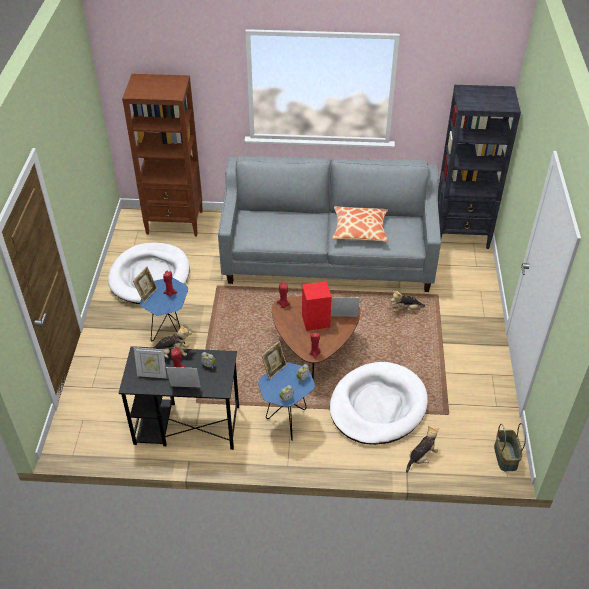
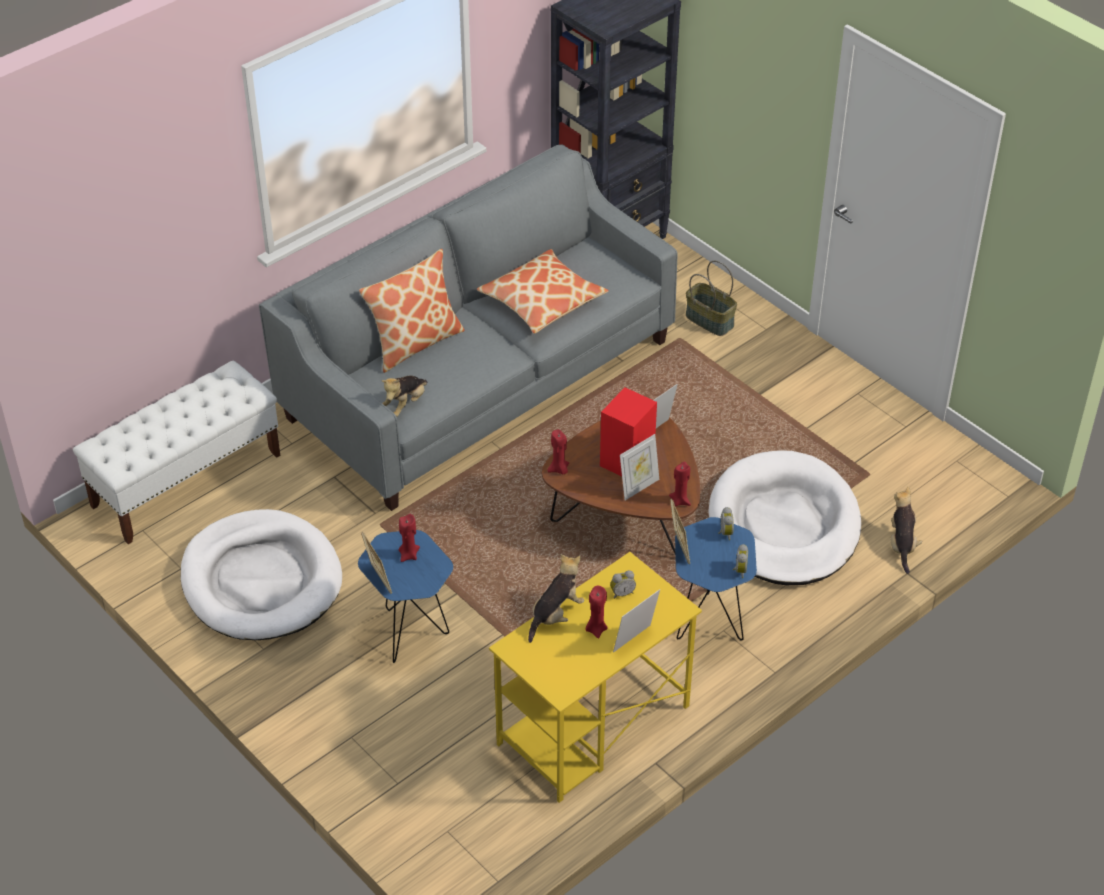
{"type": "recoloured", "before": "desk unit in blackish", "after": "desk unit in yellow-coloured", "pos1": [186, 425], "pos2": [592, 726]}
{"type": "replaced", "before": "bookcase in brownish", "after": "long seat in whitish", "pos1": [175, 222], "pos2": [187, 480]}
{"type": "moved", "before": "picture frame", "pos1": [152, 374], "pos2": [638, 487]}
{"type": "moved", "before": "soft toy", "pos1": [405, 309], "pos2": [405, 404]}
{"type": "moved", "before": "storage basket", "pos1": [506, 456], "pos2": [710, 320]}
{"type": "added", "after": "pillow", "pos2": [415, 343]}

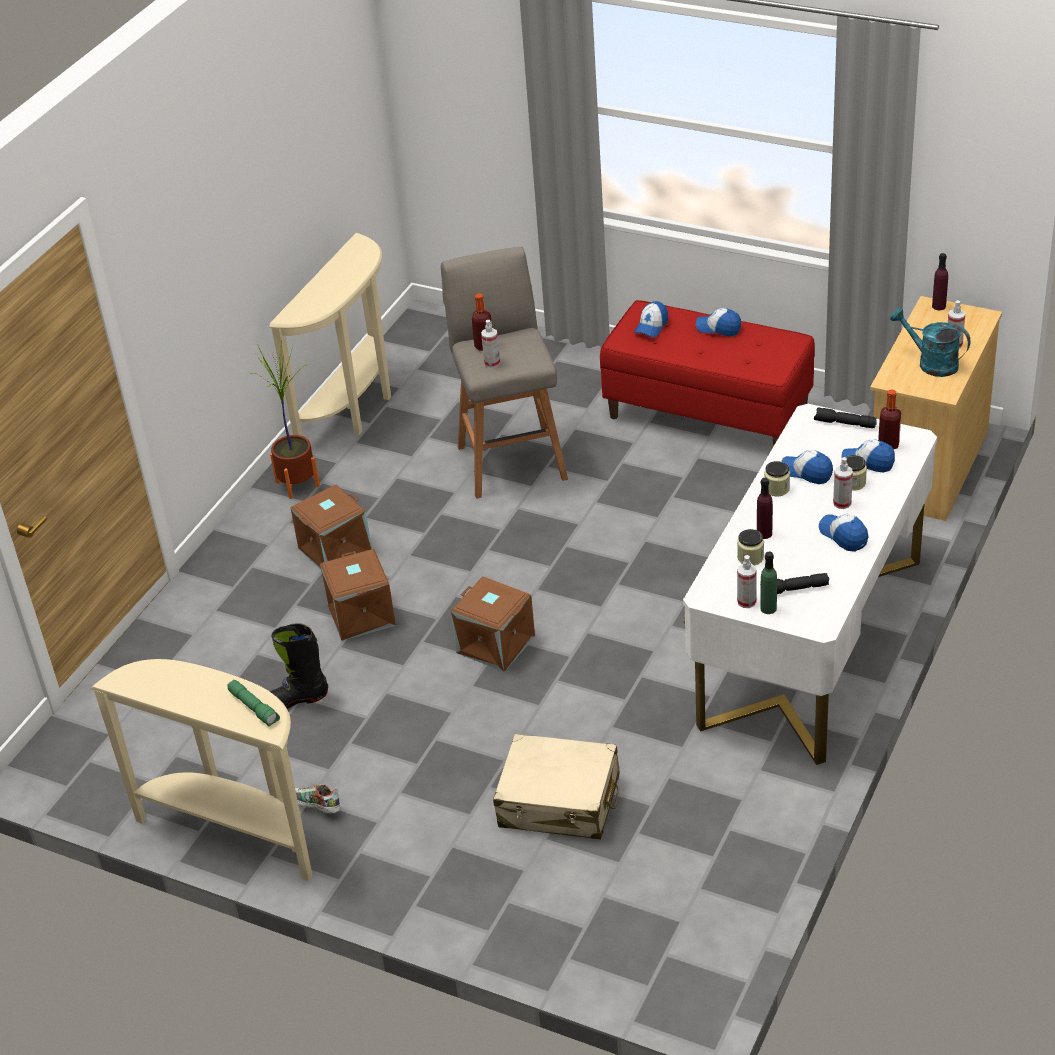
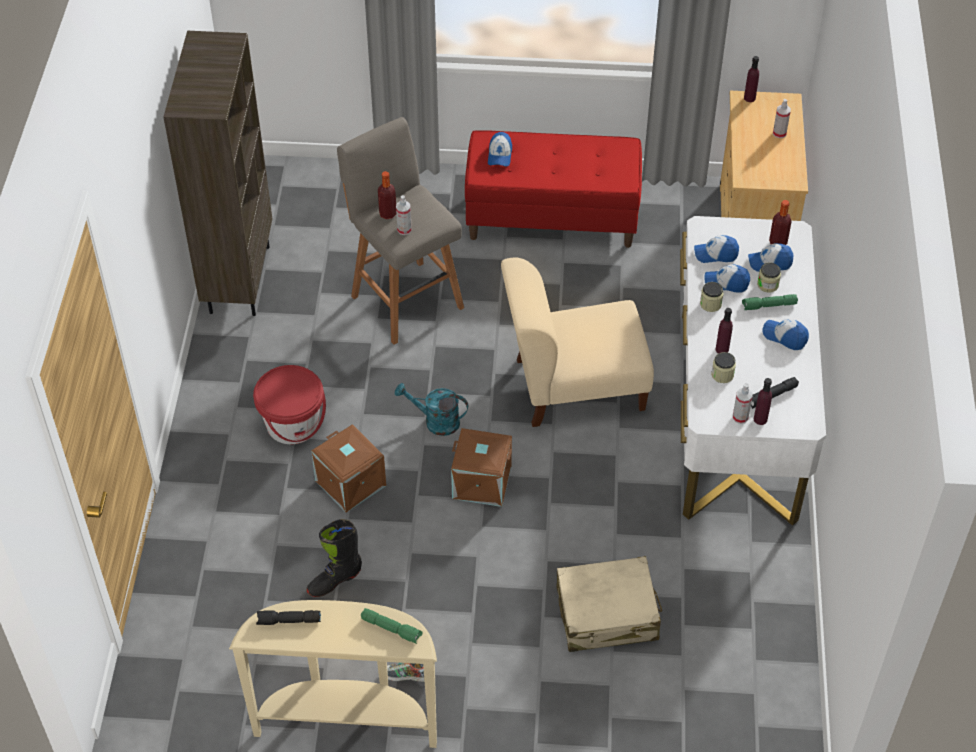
{"type": "removed", "before": "plant in a pot", "pos1": [297, 484]}
{"type": "replaced", "before": "narrow table in sand-coloured", "after": "bookcase in brownish", "pos1": [355, 409], "pos2": [238, 278]}
{"type": "replaced", "before": "storage box in brownish", "after": "water bucket in red", "pos1": [334, 549], "pos2": [293, 424]}
{"type": "moved", "before": "cap", "pos1": [718, 328], "pos2": [715, 254]}
{"type": "recoloured", "before": "bottle in green", "after": "bottle in purplish", "pos1": [768, 608], "pos2": [760, 419]}
{"type": "moved", "before": "torch in blackish", "pos1": [844, 424], "pos2": [288, 621]}
{"type": "replaced", "before": "hand sprayer", "after": "torch in green", "pos1": [842, 503], "pos2": [768, 306]}
{"type": "moved", "before": "watering can in blue-green", "pos1": [931, 363], "pos2": [435, 421]}
{"type": "added", "after": "upright chair in sand-coloured", "pos2": [573, 386]}

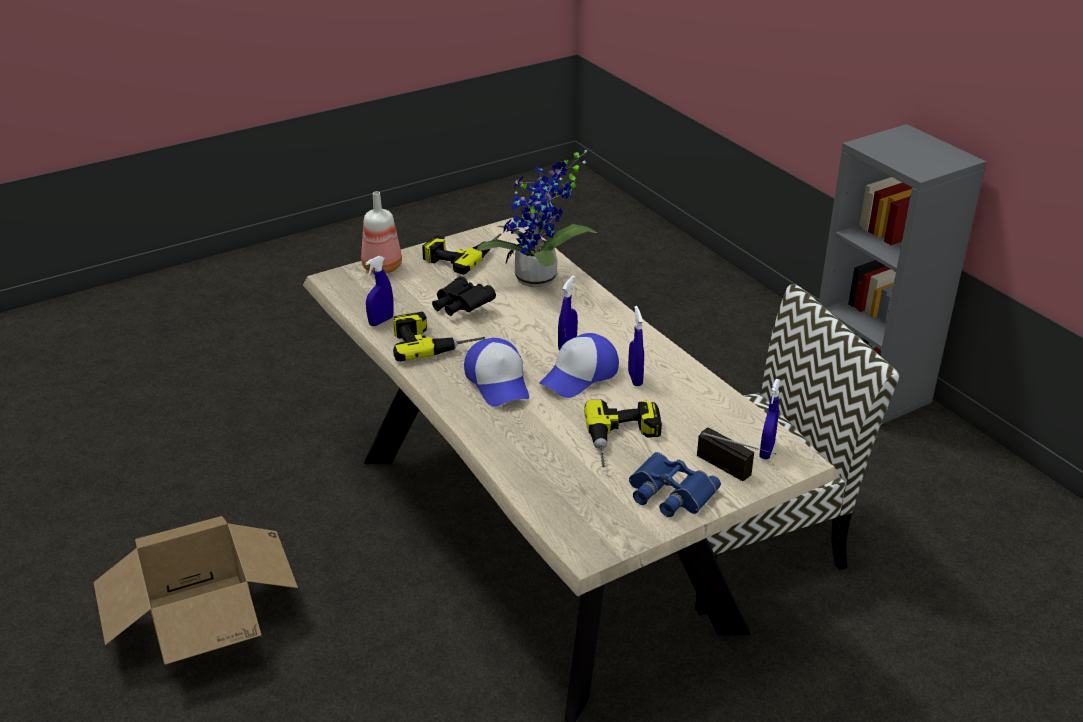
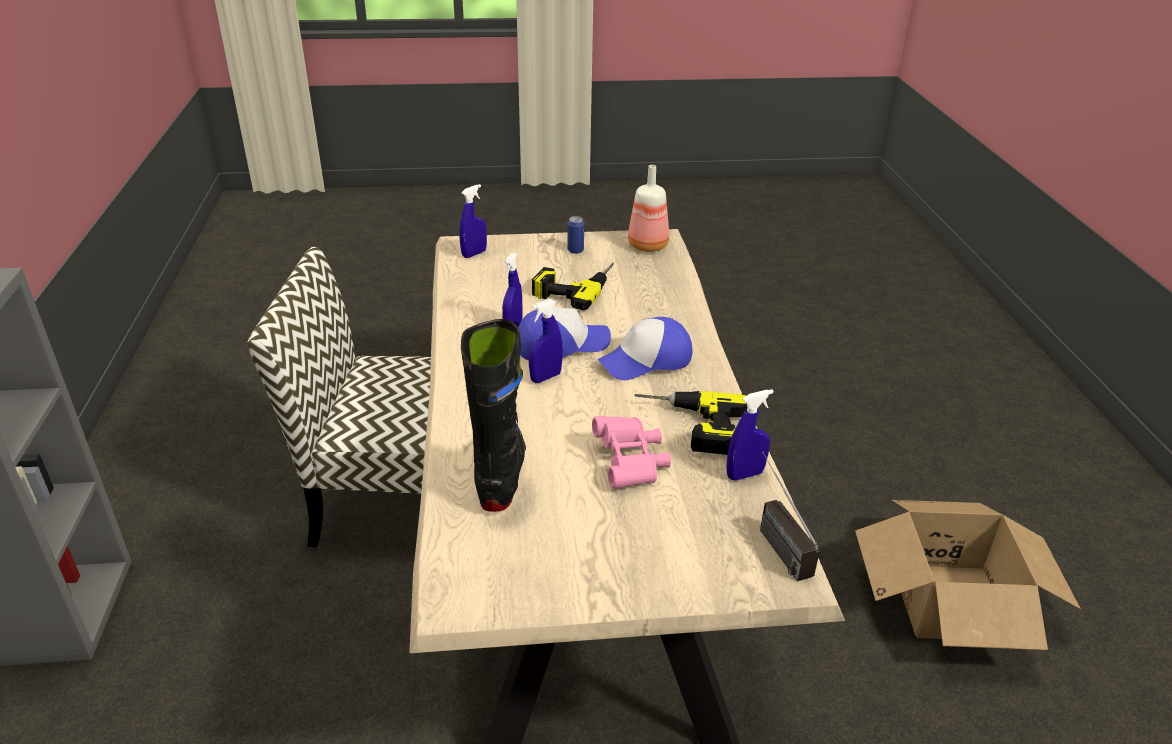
{"type": "moved", "before": "bottle", "pos1": [382, 268], "pos2": [648, 245]}
{"type": "removed", "before": "power drill", "pos1": [462, 253]}
{"type": "recoloured", "before": "binoculars in blackish", "after": "binoculars in pink", "pos1": [461, 307], "pos2": [630, 463]}
{"type": "turned", "before": "cap", "pos1": [498, 382], "pos2": [646, 361], "turn": -120}
{"type": "replaced", "before": "plant in a pot", "after": "high-top boot in blackish", "pos1": [539, 281], "pos2": [501, 473]}
{"type": "replaced", "before": "binoculars in bluish", "after": "can", "pos1": [669, 493], "pos2": [575, 250]}
{"type": "moved", "before": "radio receiver", "pos1": [737, 472], "pos2": [773, 539]}

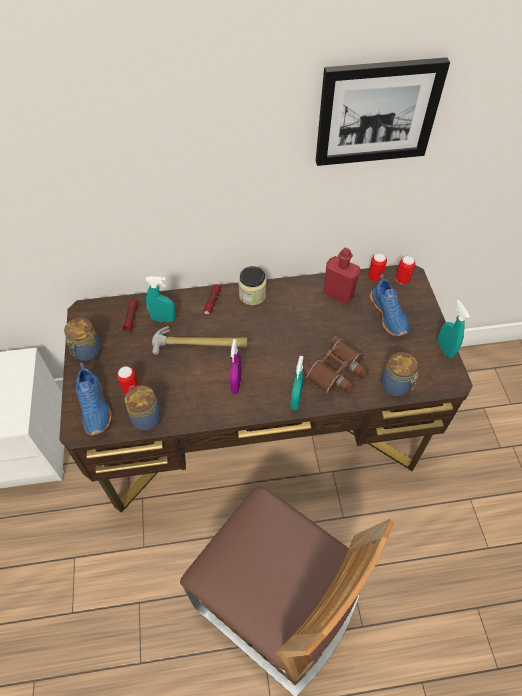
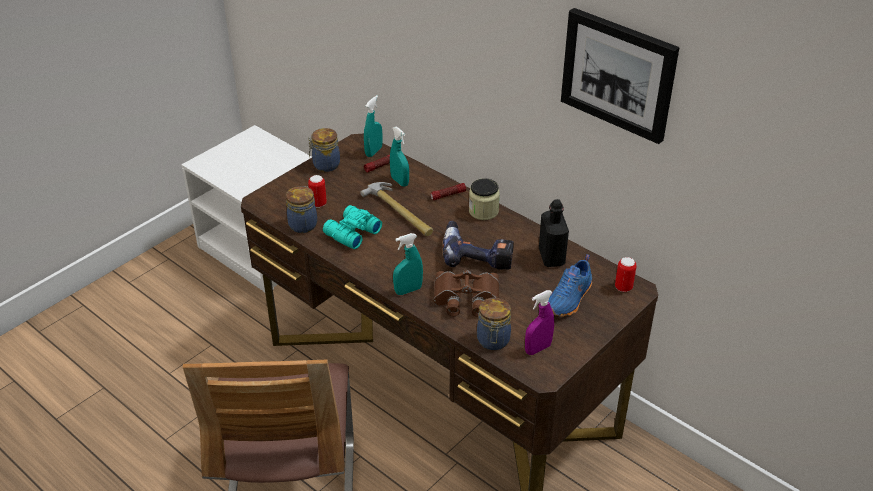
{"type": "removed", "before": "shoe in bluish", "pos1": [95, 407]}
{"type": "moved", "before": "hand sprayer in purplish", "pos1": [236, 384], "pos2": [538, 349]}
{"type": "recoloured", "before": "bottle in red", "after": "bottle in blackish", "pos1": [338, 294], "pos2": [551, 257]}
{"type": "removed", "before": "can", "pos1": [375, 277]}
{"type": "moved", "before": "hand sprayer in blue-green", "pos1": [445, 349], "pos2": [373, 151]}
{"type": "added", "after": "binoculars in blue-green", "pos2": [351, 233]}
{"type": "added", "after": "power drill", "pos2": [477, 254]}

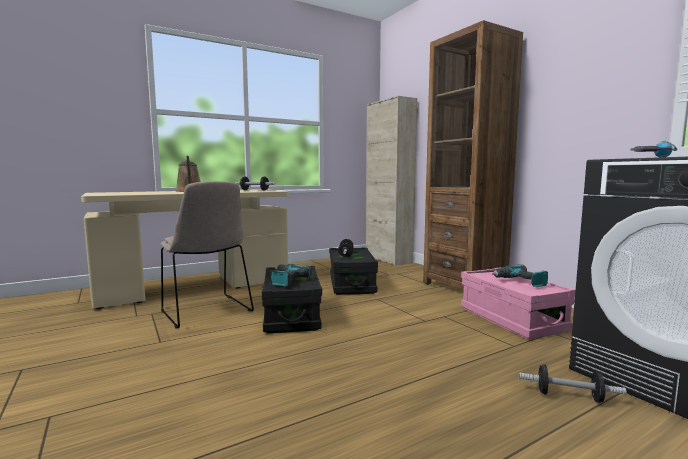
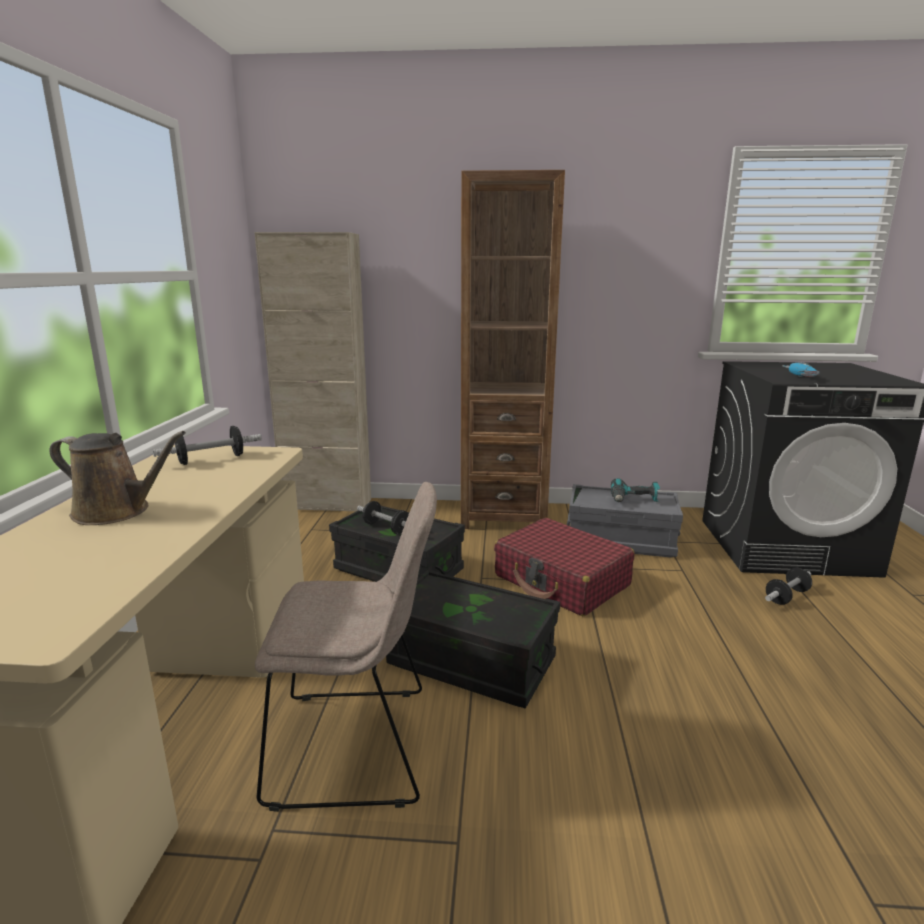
{"type": "removed", "before": "power drill", "pos1": [286, 280]}
{"type": "recoloured", "before": "storage box in pink", "after": "storage box in gray", "pos1": [511, 319], "pos2": [620, 540]}
{"type": "added", "after": "suitcase in red", "pos2": [562, 581]}

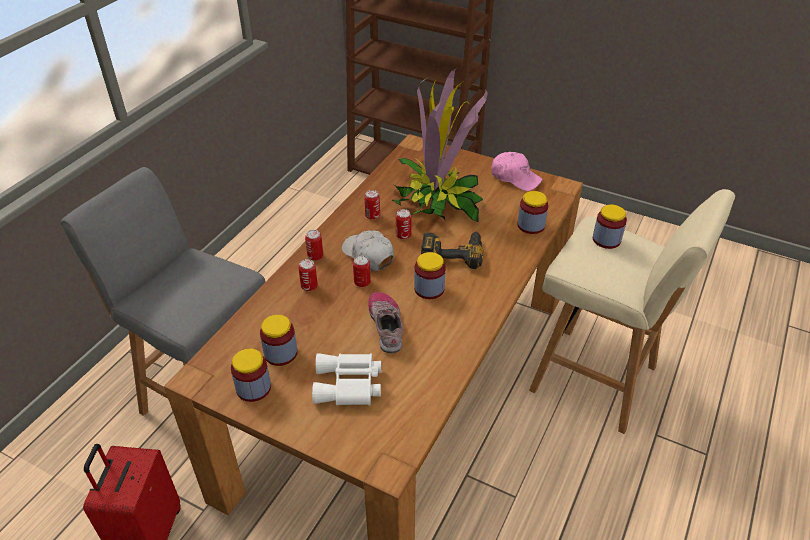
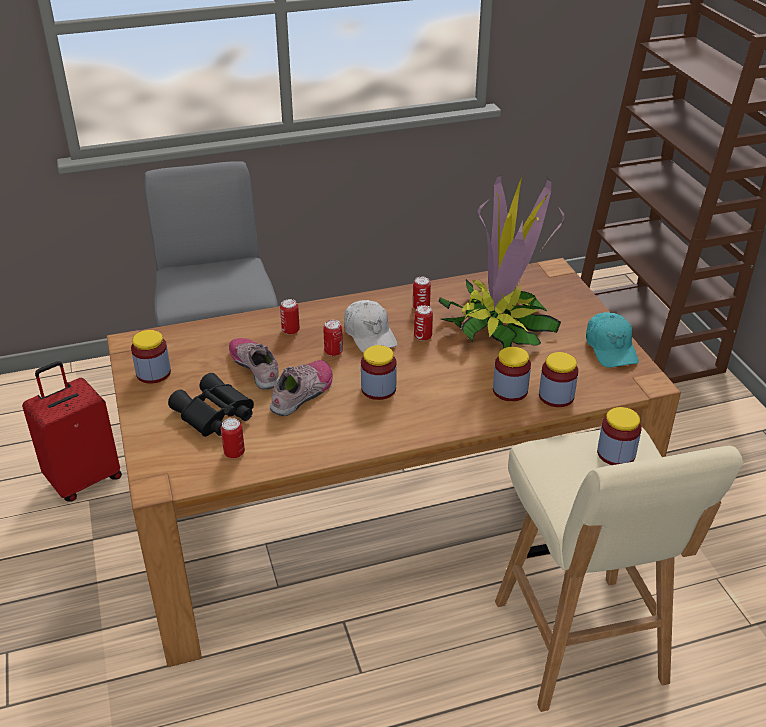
{"type": "moved", "before": "jar", "pos1": [280, 353], "pos2": [510, 390]}
{"type": "moved", "before": "can", "pos1": [315, 256], "pos2": [234, 452]}
{"type": "recoloured", "before": "binoculars in whitish", "after": "binoculars in blackish", "pos1": [349, 385], "pos2": [213, 415]}
{"type": "turned", "before": "cap in whitish", "pos1": [368, 255], "pos2": [370, 334], "turn": 150}
{"type": "removed", "before": "power drill", "pos1": [452, 252]}
{"type": "recoloured", "before": "cap in pink", "after": "cap in blue-green", "pos1": [515, 177], "pos2": [610, 348]}
{"type": "added", "after": "shoe", "pos2": [256, 367]}

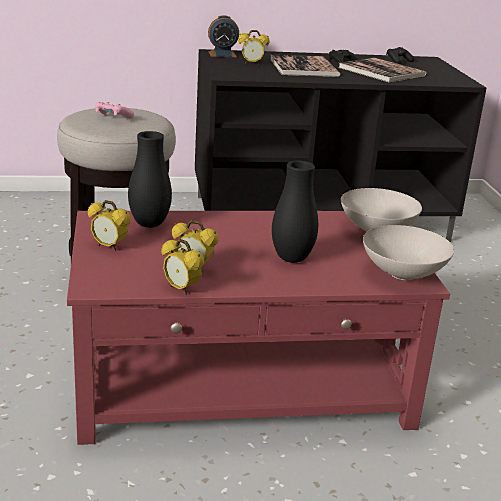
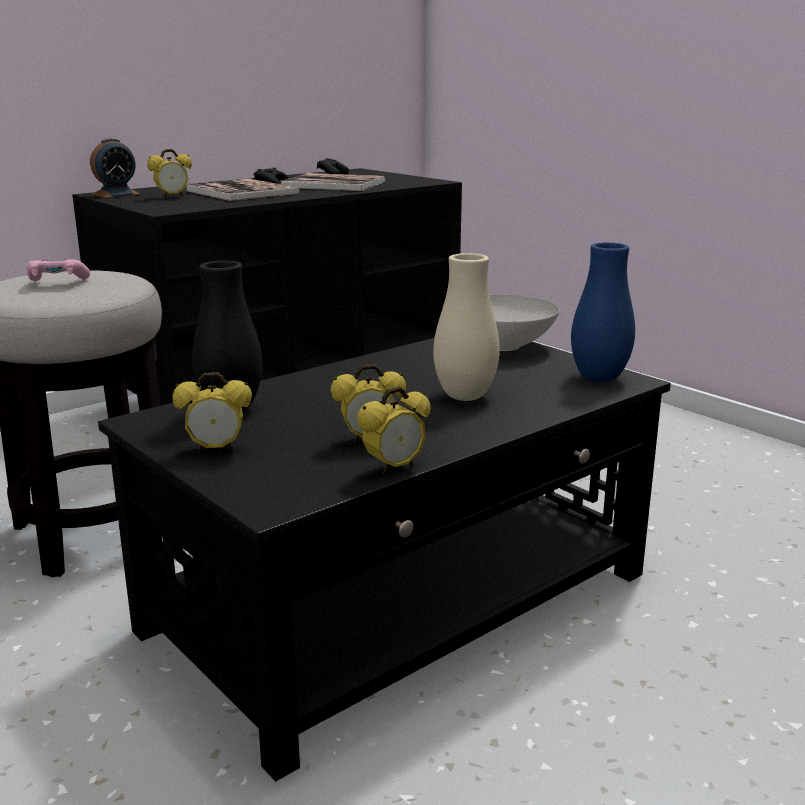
{"type": "recoloured", "before": "lounge table in red", "after": "lounge table in blackish", "pos1": [242, 382], "pos2": [403, 601]}
{"type": "turned", "before": "table clock", "pos1": [181, 289], "pos2": [394, 468], "turn": -45}
{"type": "recoloured", "before": "flower vase in blackish", "after": "flower vase in sand-coloured", "pos1": [291, 258], "pos2": [465, 396]}
{"type": "replaced", "before": "deep dish in whitish", "after": "flower vase in bluish", "pos1": [402, 274], "pos2": [599, 378]}

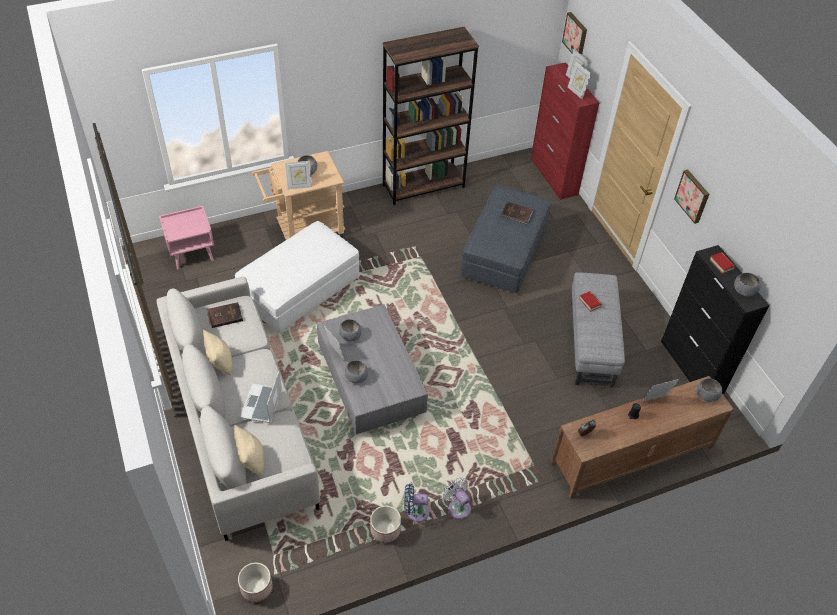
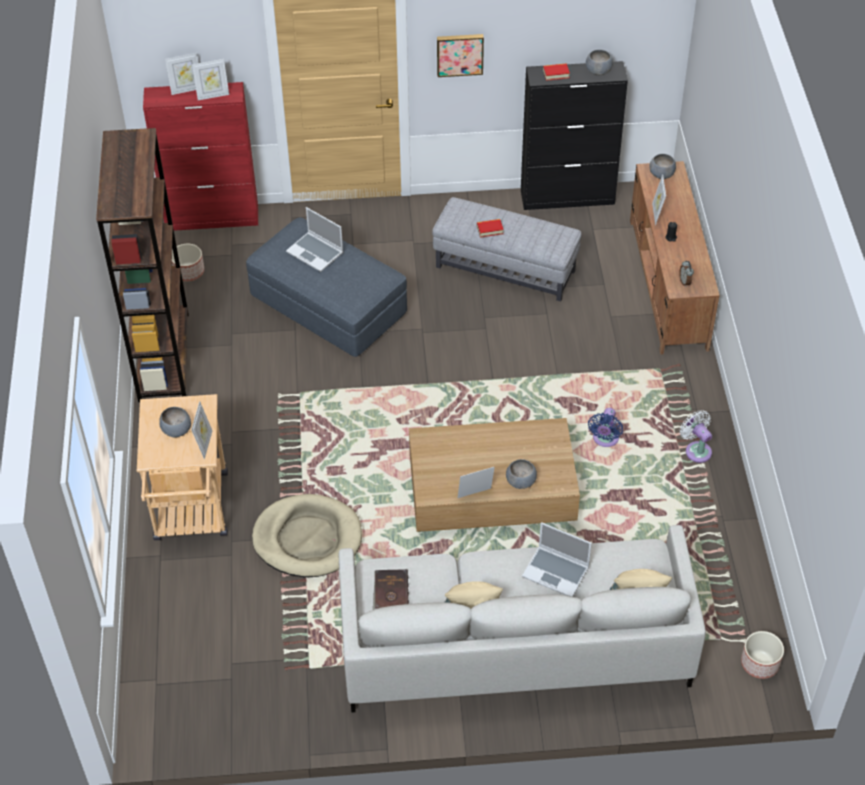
{"type": "removed", "before": "night table in pink", "pos1": [192, 254]}
{"type": "replaced", "before": "pouffe in whitish", "after": "dog bed in sand-coloured", "pos1": [300, 290], "pos2": [307, 539]}
{"type": "recoloured", "before": "lounge table in gray", "after": "lounge table in brownish", "pos1": [370, 379], "pos2": [491, 492]}
{"type": "removed", "before": "deep dish in gray", "pos1": [350, 336]}
{"type": "moved", "before": "planter", "pos1": [385, 530], "pos2": [189, 272]}
{"type": "moved", "before": "cooling fan in bluish", "pos1": [415, 512], "pos2": [605, 440]}
{"type": "turned", "before": "cooling fan in whitish", "pos1": [458, 506], "pos2": [696, 450], "turn": 75}
{"type": "replaced", "before": "bound book in brownish", "after": "laptop", "pos1": [516, 214], "pos2": [316, 252]}
{"type": "removed", "before": "picture", "pos1": [576, 35]}

